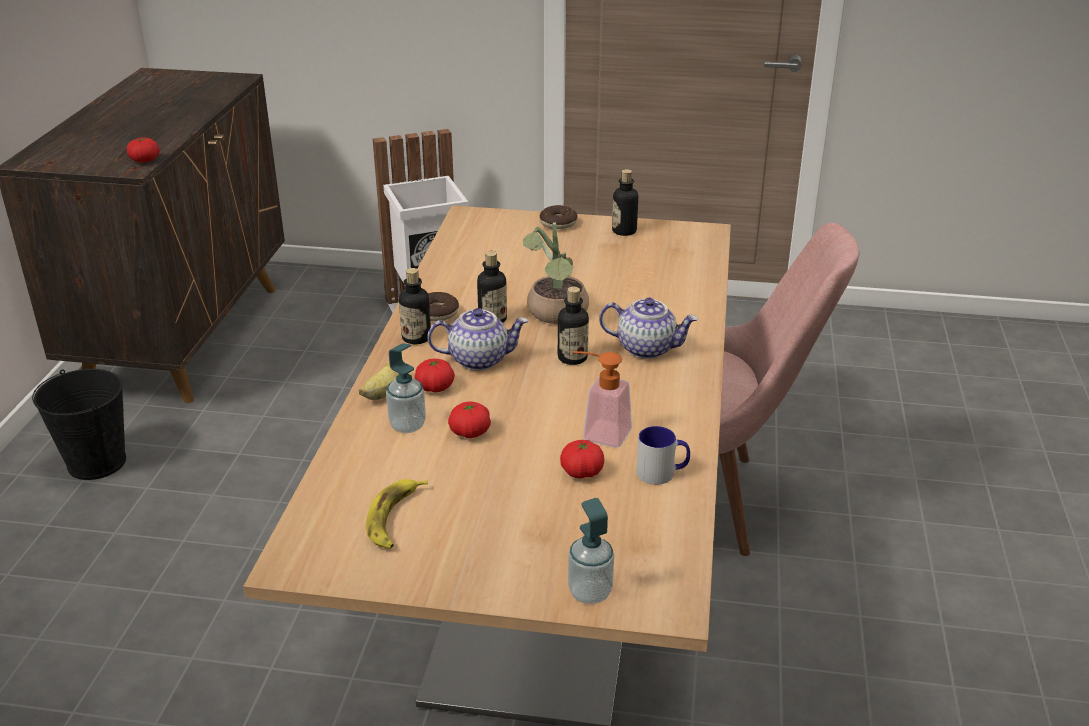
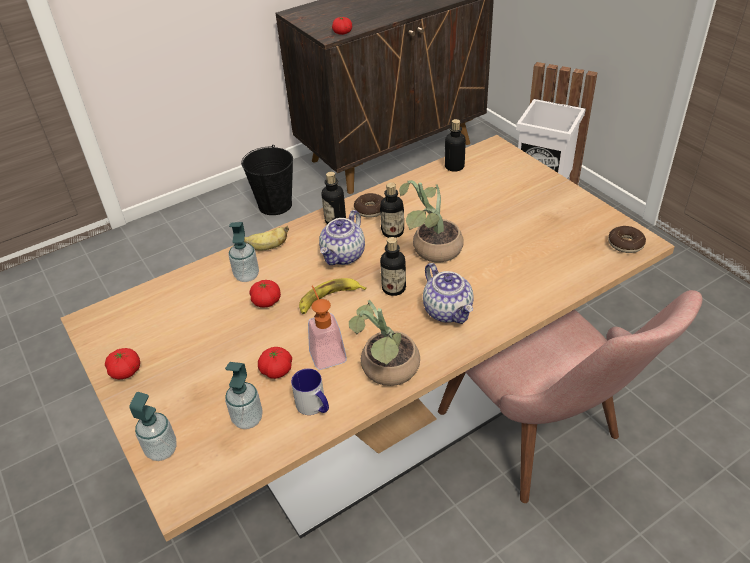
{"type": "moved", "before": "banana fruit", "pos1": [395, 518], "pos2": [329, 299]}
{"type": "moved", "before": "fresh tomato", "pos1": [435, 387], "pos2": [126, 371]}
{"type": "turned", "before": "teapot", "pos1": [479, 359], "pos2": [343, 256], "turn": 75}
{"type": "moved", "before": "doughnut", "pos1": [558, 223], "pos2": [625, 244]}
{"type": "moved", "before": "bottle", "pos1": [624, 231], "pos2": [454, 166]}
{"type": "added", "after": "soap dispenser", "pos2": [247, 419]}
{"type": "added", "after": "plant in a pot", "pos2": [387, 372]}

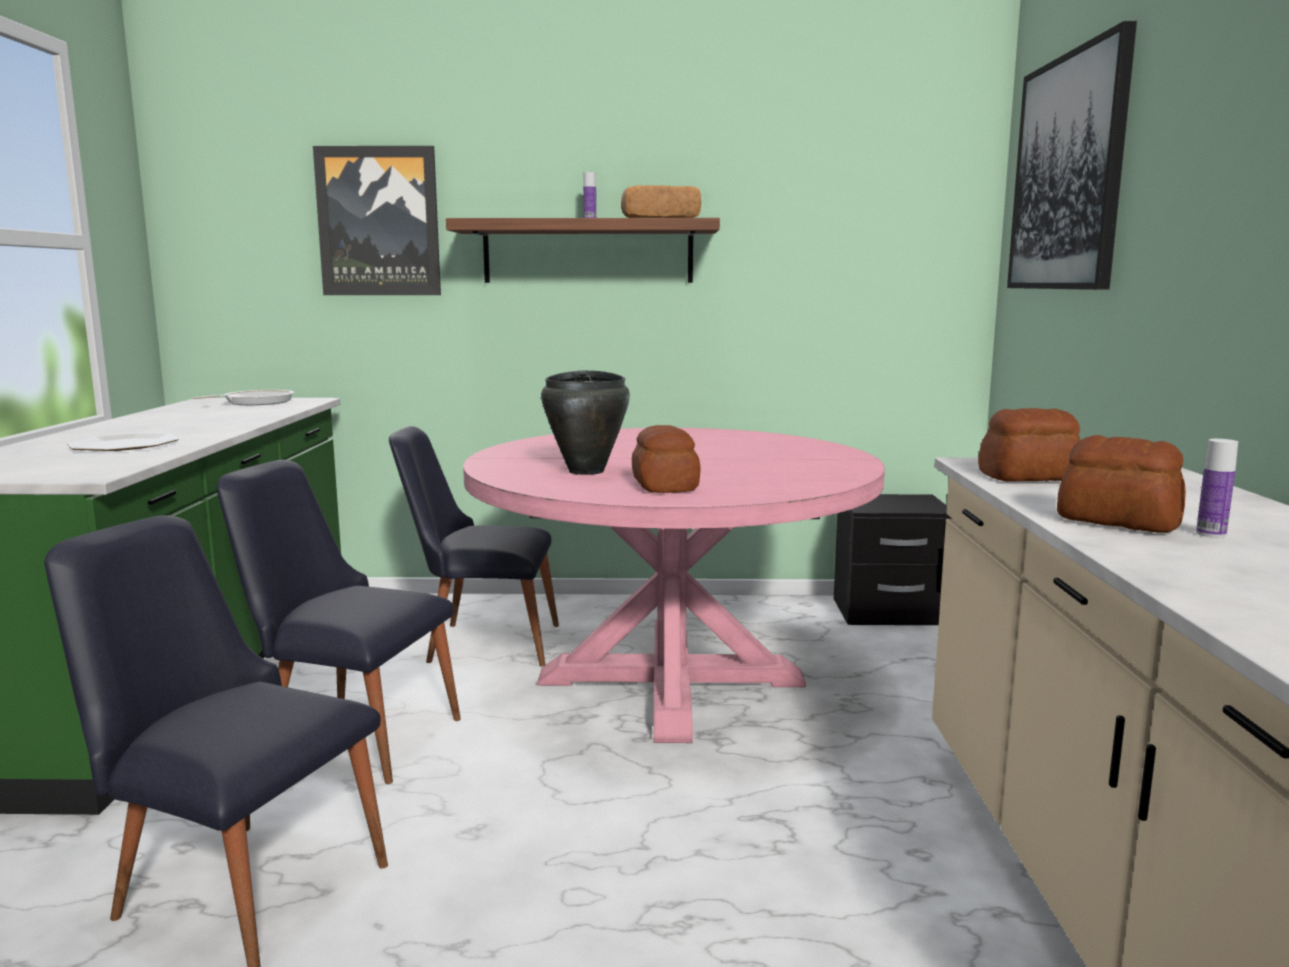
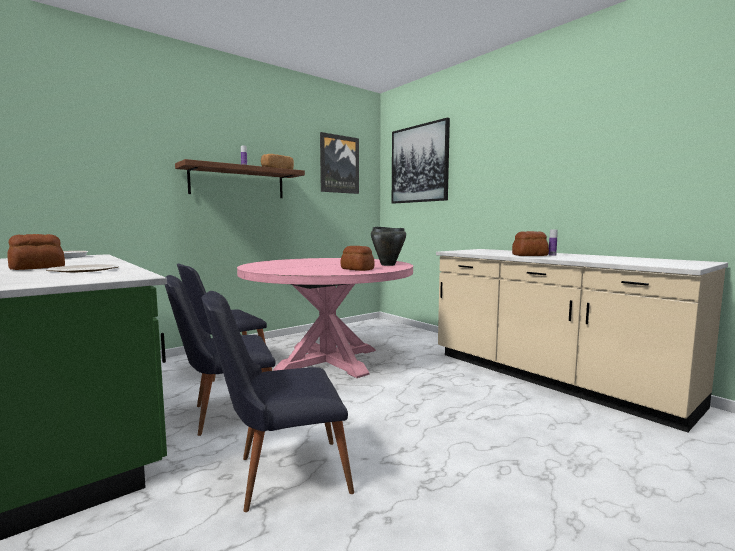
{"type": "moved", "before": "picture", "pos1": [379, 222], "pos2": [339, 164]}
{"type": "moved", "before": "saucepot in blackish", "pos1": [587, 471], "pos2": [388, 265]}
{"type": "removed", "before": "night table in blackish", "pos1": [889, 613]}
{"type": "moved", "before": "bread", "pos1": [1030, 477], "pos2": [38, 268]}

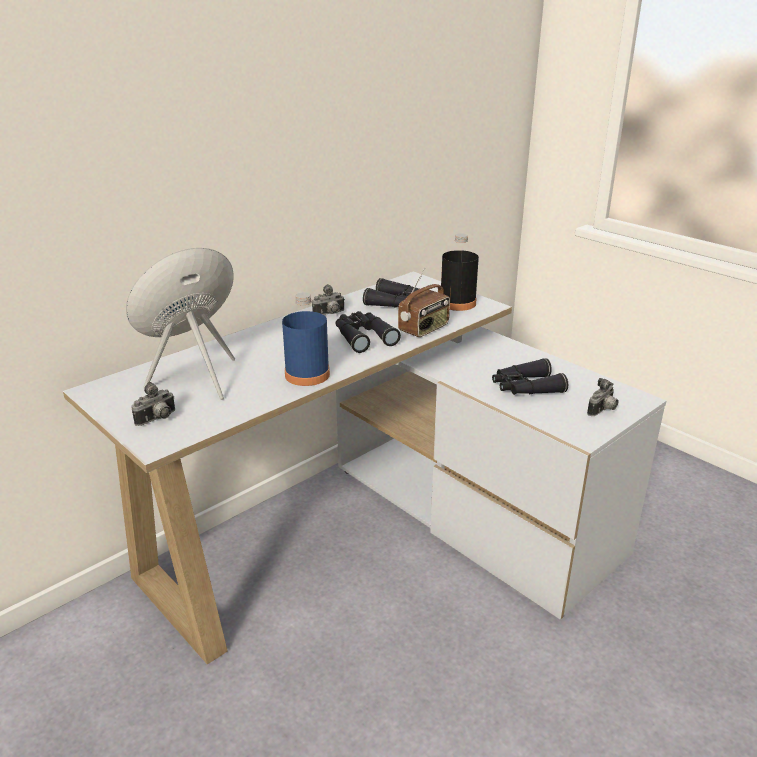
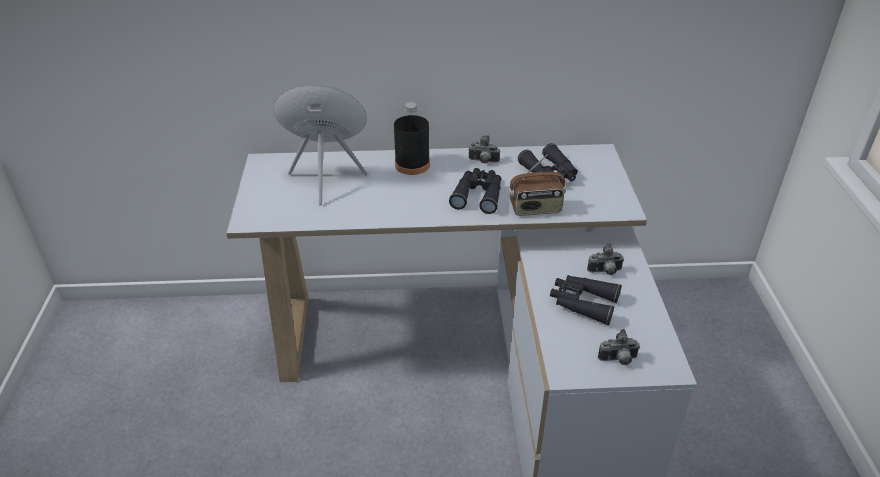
{"type": "moved", "before": "still camera", "pos1": [158, 419], "pos2": [605, 272]}
{"type": "removed", "before": "bottle in bluish", "pos1": [307, 375]}
{"type": "moved", "before": "bottle in blackish", "pos1": [457, 303], "pos2": [412, 165]}

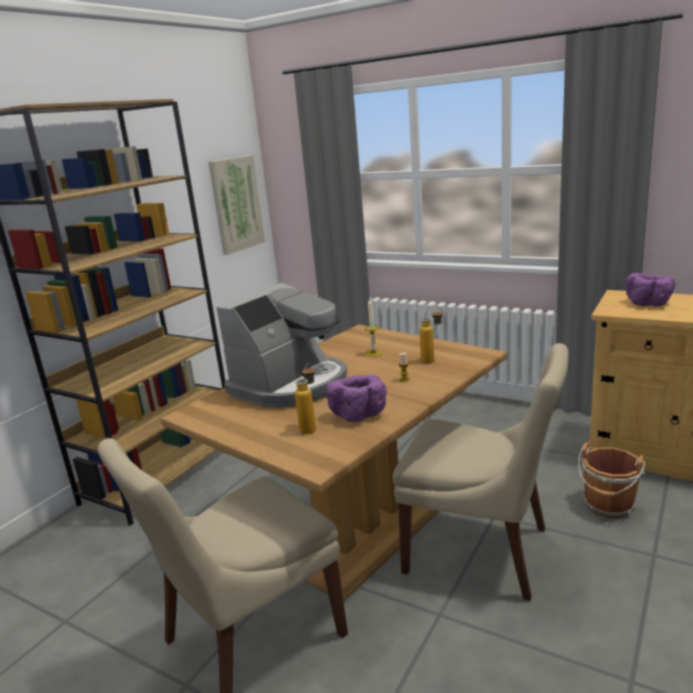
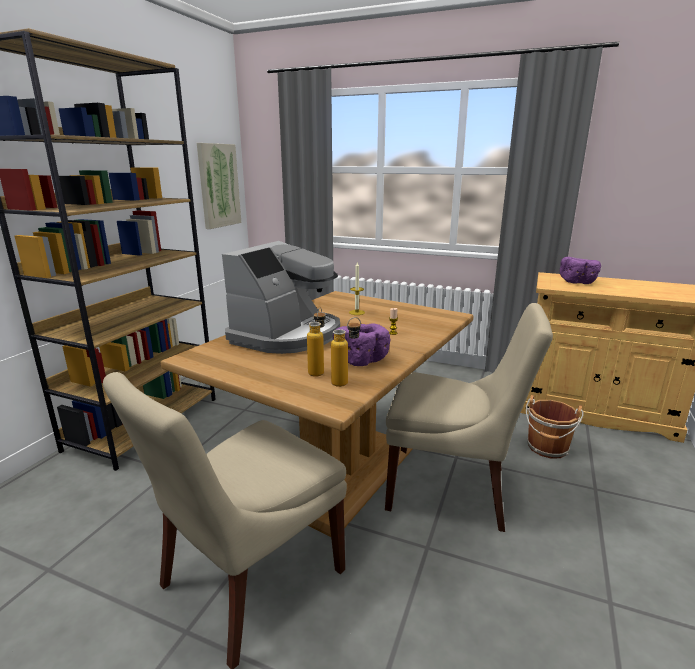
{"type": "moved", "before": "bottle", "pos1": [432, 360], "pos2": [346, 382]}

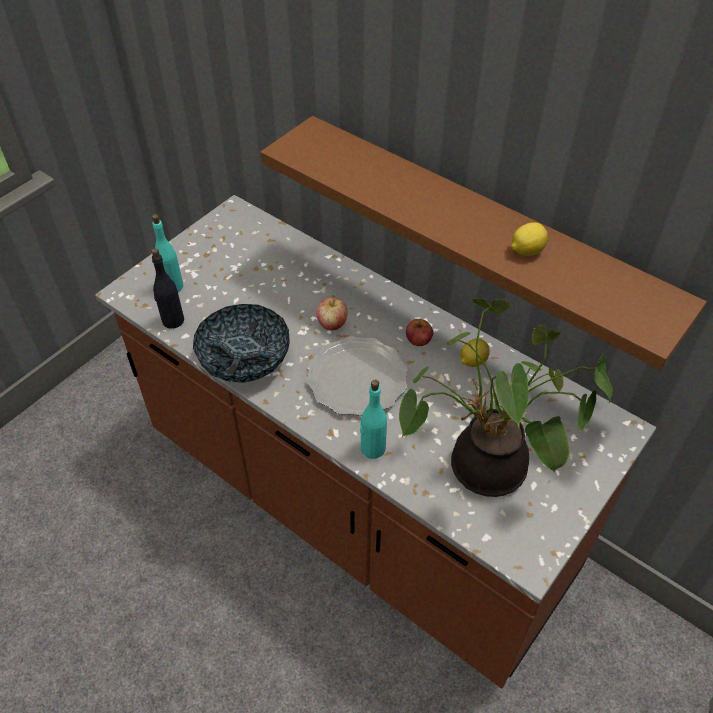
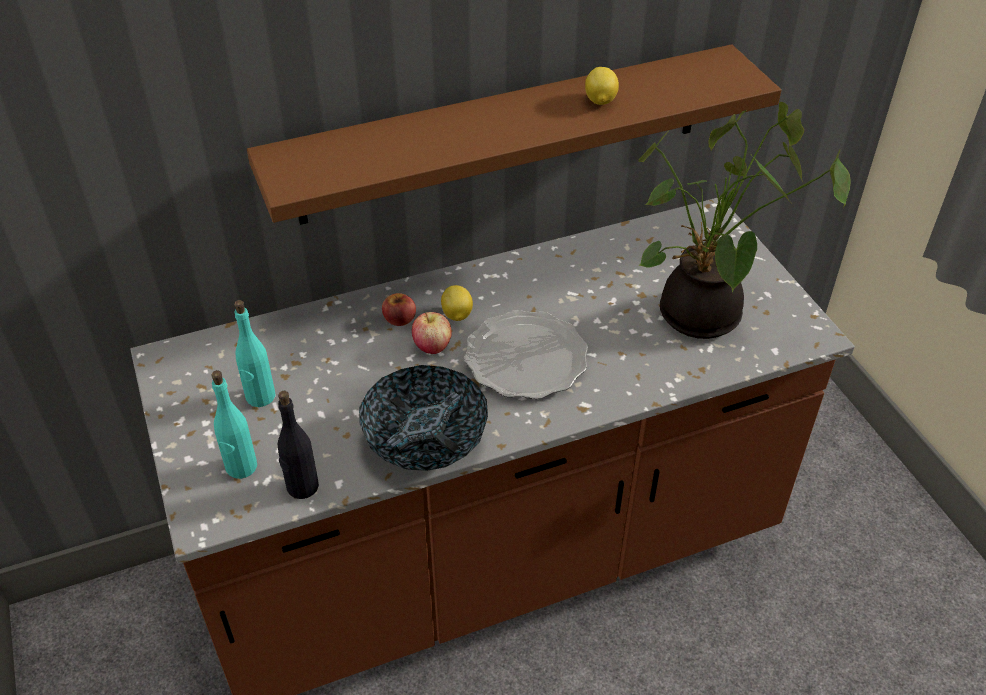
{"type": "moved", "before": "bottle in blue-green", "pos1": [372, 448], "pos2": [260, 396]}
{"type": "moved", "before": "apple", "pos1": [418, 339], "pos2": [399, 318]}
{"type": "moved", "before": "whole lemon", "pos1": [472, 361], "pos2": [457, 315]}

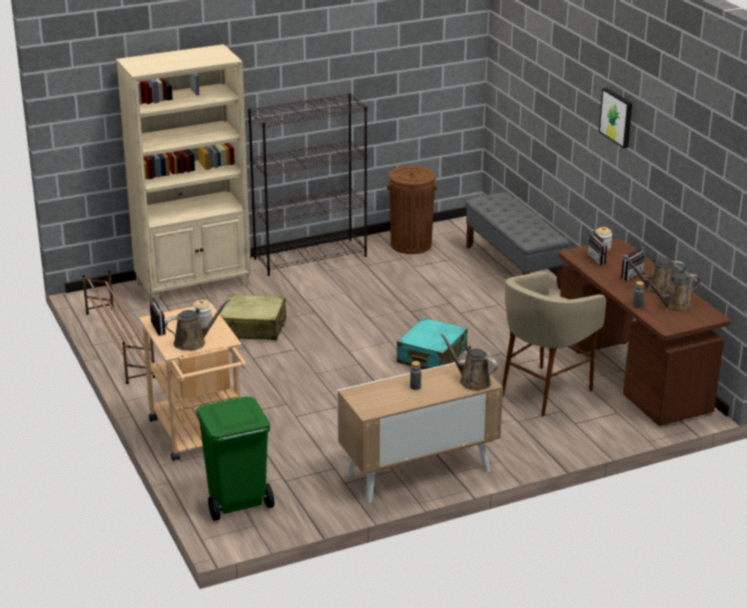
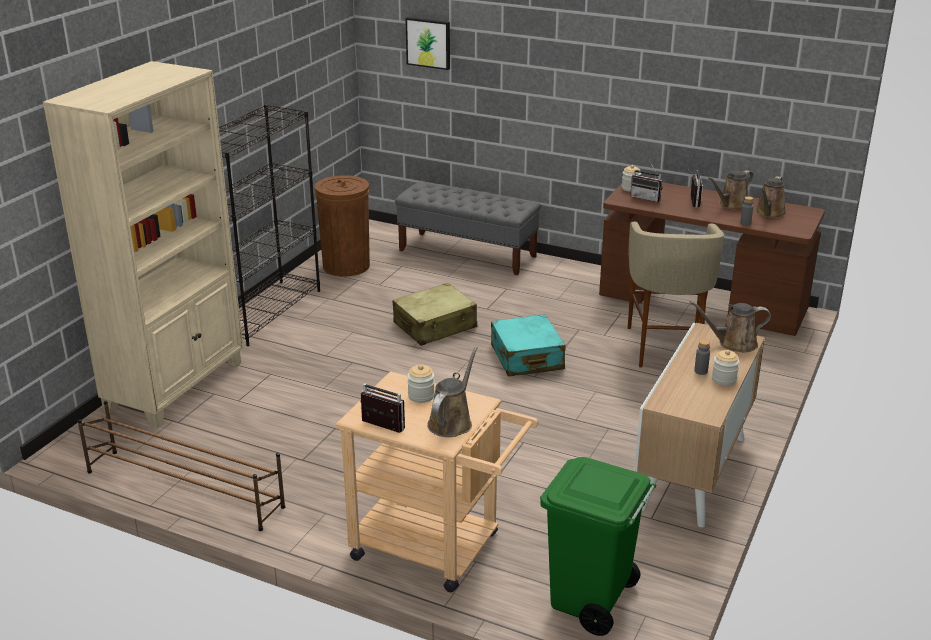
{"type": "moved", "before": "suitcase in sand-coloured", "pos1": [253, 328], "pos2": [435, 326]}
{"type": "moved", "before": "picture", "pos1": [617, 117], "pos2": [429, 43]}
{"type": "added", "after": "jar", "pos2": [724, 379]}

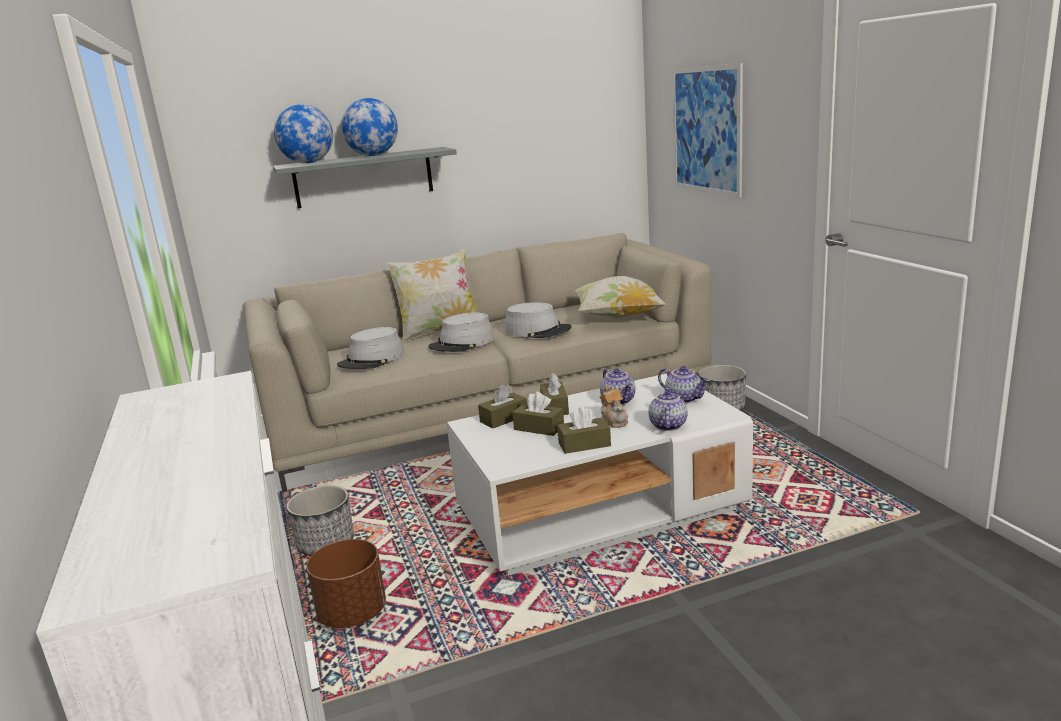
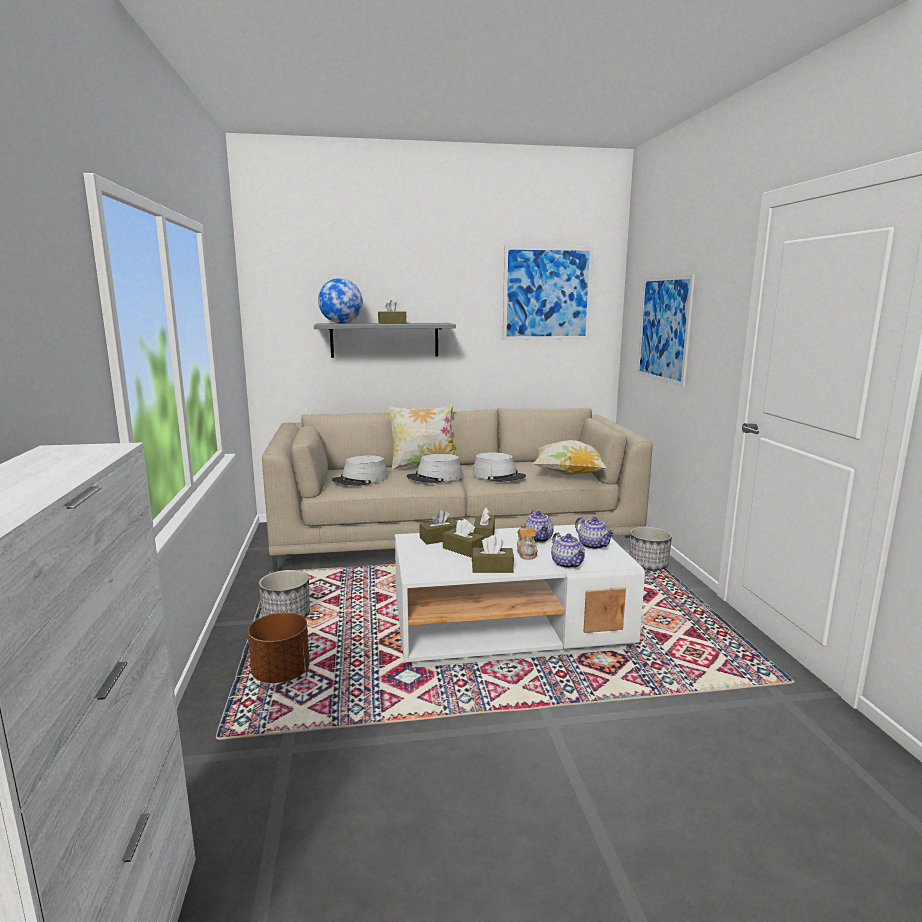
{"type": "replaced", "before": "desk globe", "after": "tissue holder in brownish", "pos1": [373, 155], "pos2": [392, 323]}
{"type": "turned", "before": "teapot", "pos1": [667, 425], "pos2": [568, 564], "turn": 135}
{"type": "added", "after": "picture", "pos2": [547, 293]}

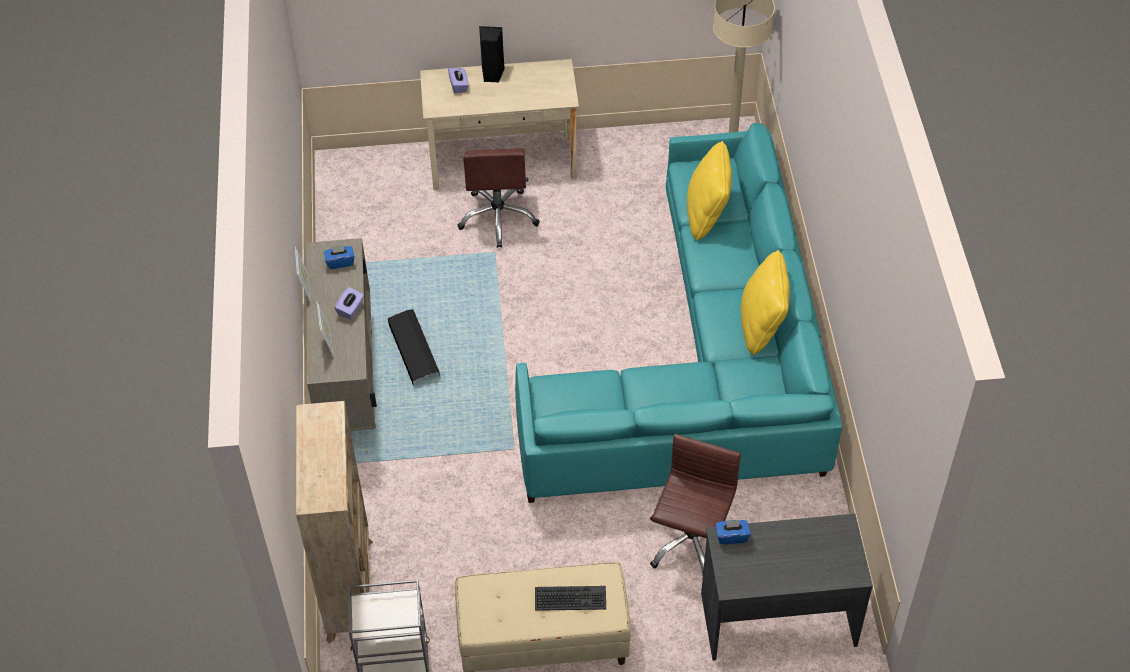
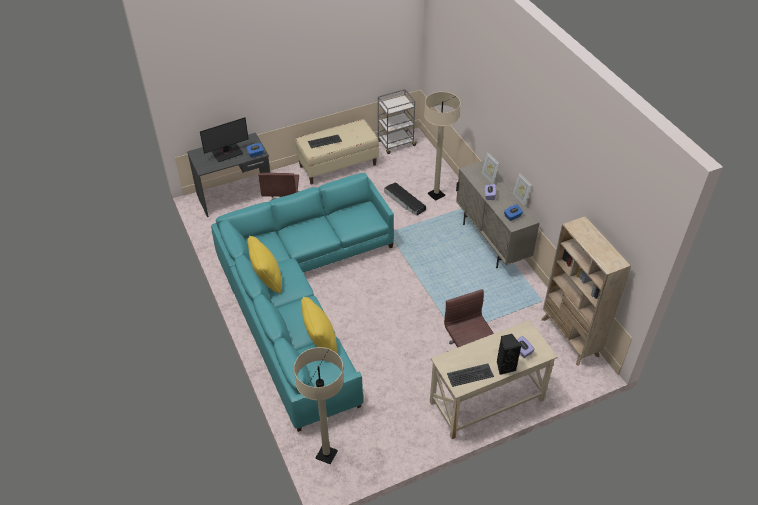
{"type": "moved", "before": "bookcase in sand-coloured", "pos1": [350, 589], "pos2": [570, 337]}
{"type": "moved", "before": "storage box in blackish", "pos1": [414, 351], "pos2": [405, 201]}
{"type": "added", "after": "computer display", "pos2": [227, 153]}
{"type": "added", "after": "floor lamp in sand-coloured", "pos2": [436, 195]}
{"type": "added", "after": "keyboard", "pos2": [470, 375]}

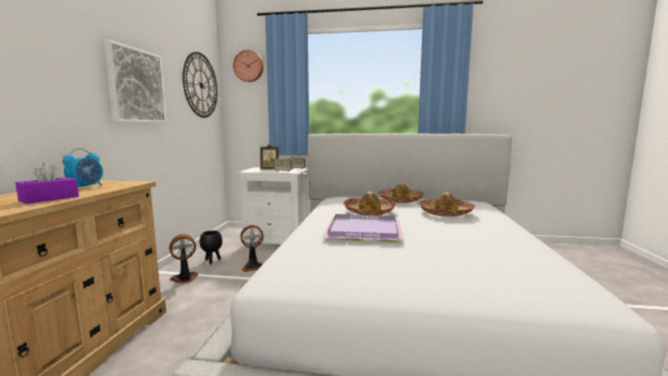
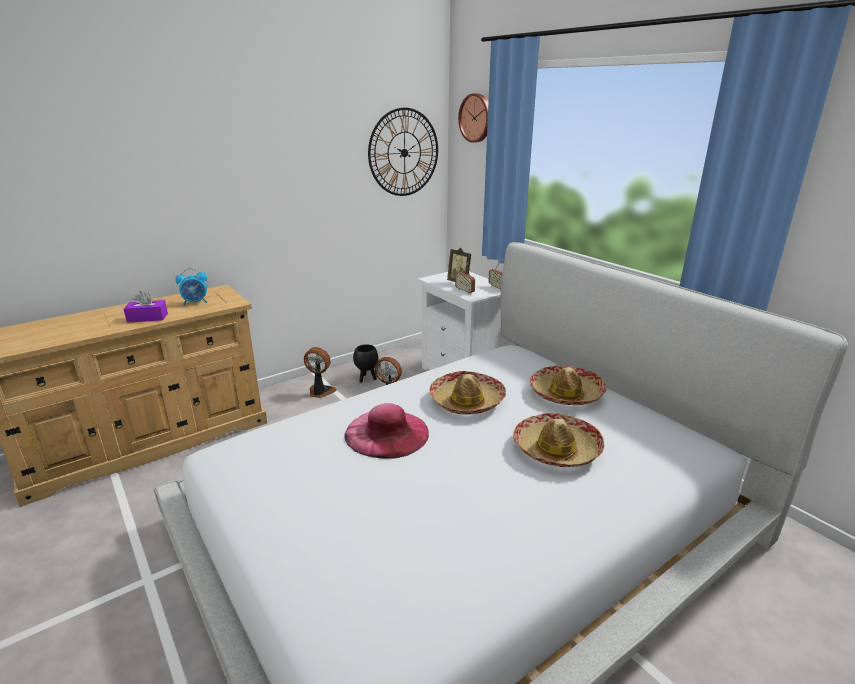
{"type": "removed", "before": "picture", "pos1": [136, 86]}
{"type": "replaced", "before": "tray in purplish", "after": "clothing hat in pink", "pos1": [365, 231], "pos2": [387, 433]}

